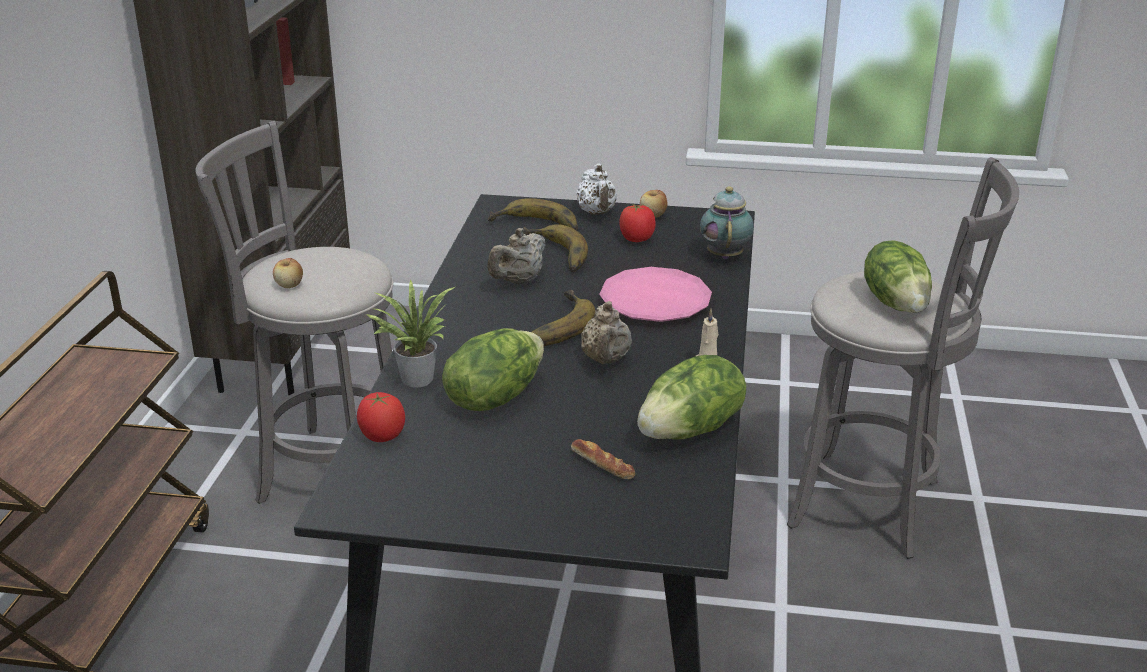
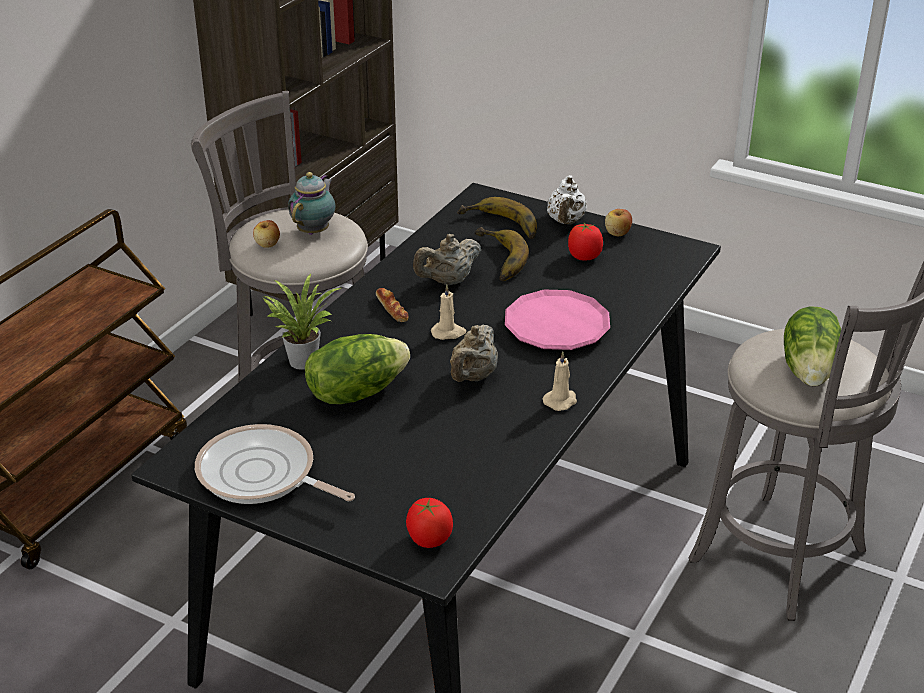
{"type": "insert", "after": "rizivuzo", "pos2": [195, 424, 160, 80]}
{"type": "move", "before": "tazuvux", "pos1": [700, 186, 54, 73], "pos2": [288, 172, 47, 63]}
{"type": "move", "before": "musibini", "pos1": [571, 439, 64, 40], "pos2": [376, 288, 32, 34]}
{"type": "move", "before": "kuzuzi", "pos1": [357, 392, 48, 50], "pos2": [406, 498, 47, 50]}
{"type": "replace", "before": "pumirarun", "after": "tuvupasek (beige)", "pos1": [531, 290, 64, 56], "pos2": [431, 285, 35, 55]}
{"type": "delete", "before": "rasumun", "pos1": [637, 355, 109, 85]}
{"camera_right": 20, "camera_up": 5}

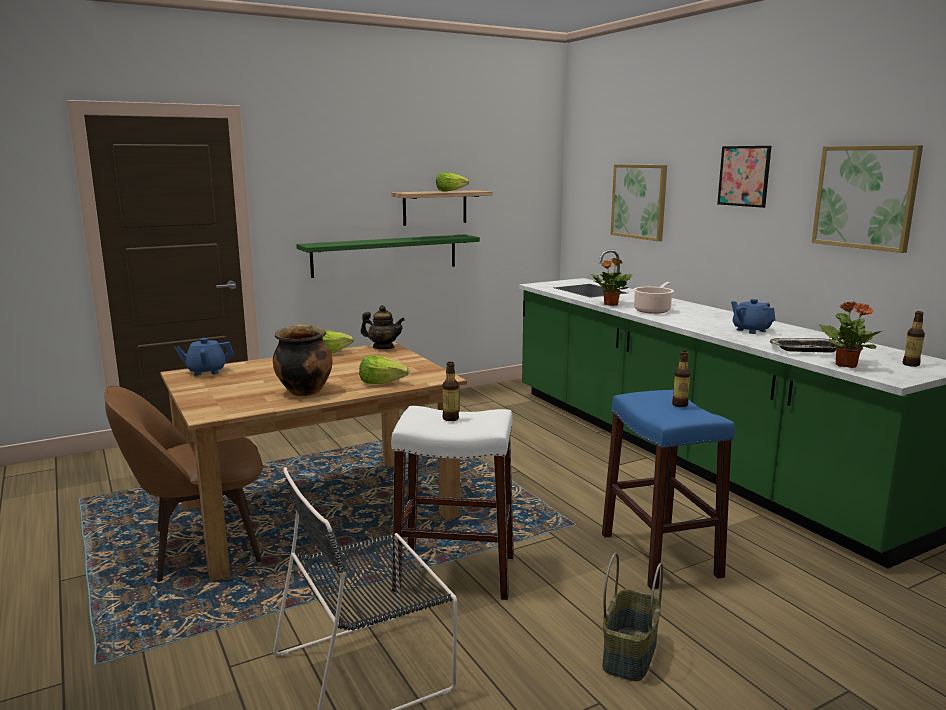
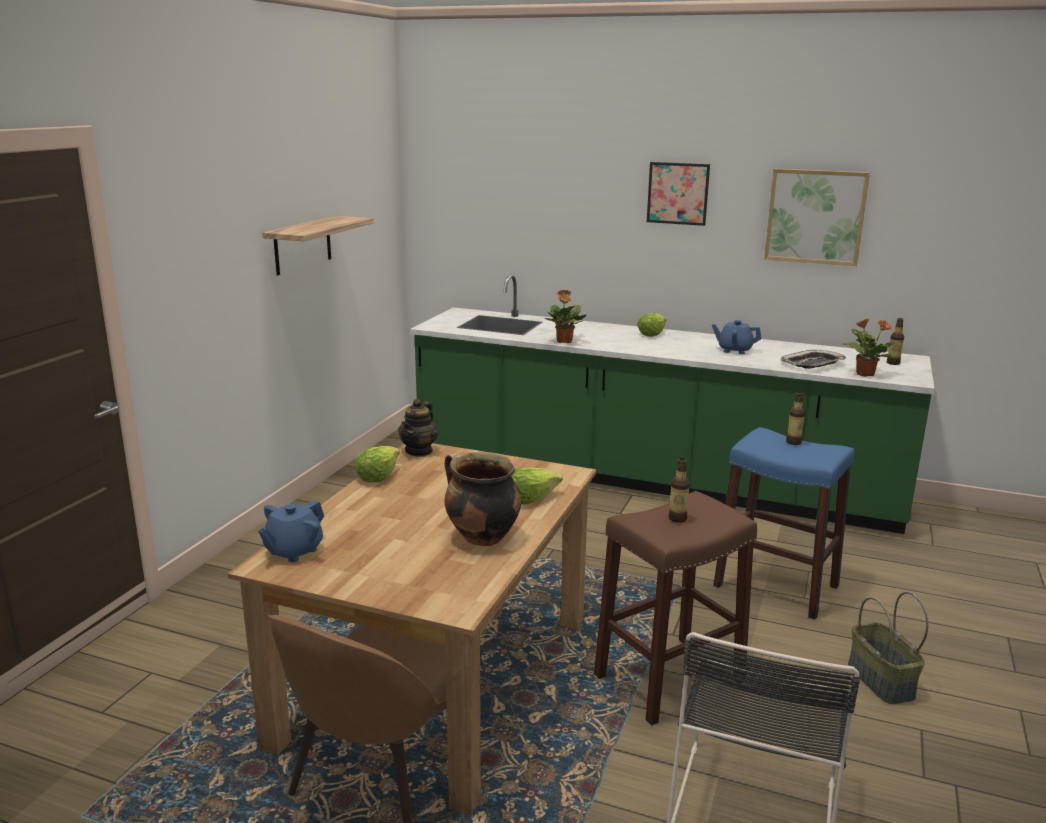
{"type": "rotate", "before": "tazuvux", "pos1": [361, 305, 44, 44], "pos2": [398, 398, 40, 58], "turn": 135}
{"type": "recolor", "before": "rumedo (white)", "after": "rumedo (brown)", "pos1": [391, 406, 123, 194], "pos2": [594, 491, 163, 234]}
{"type": "move", "before": "rasumun", "pos1": [436, 172, 33, 20], "pos2": [637, 313, 29, 24]}
{"type": "delete", "before": "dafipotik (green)", "pos1": [296, 234, 184, 44]}
{"type": "delete", "before": "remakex", "pos1": [611, 164, 56, 77]}
{"type": "delete", "before": "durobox", "pos1": [633, 282, 41, 32]}
{"camera_right": -40, "camera_up": 5}

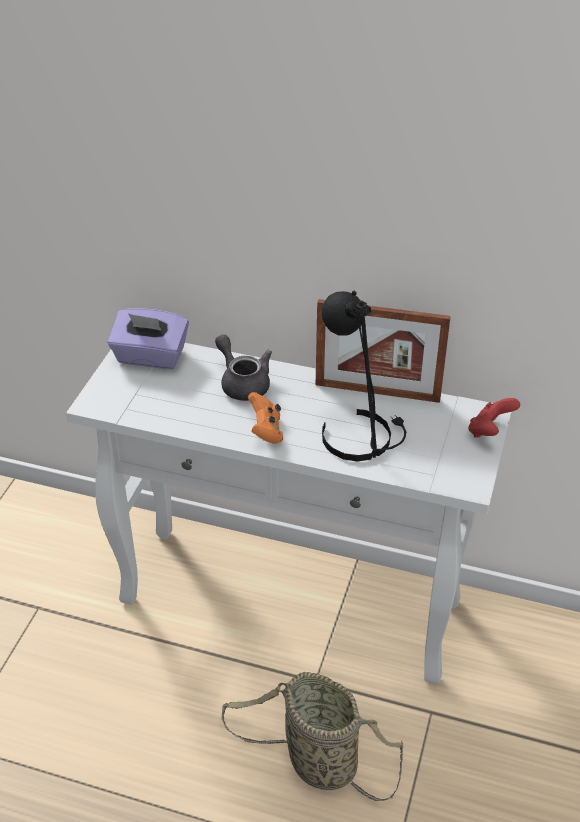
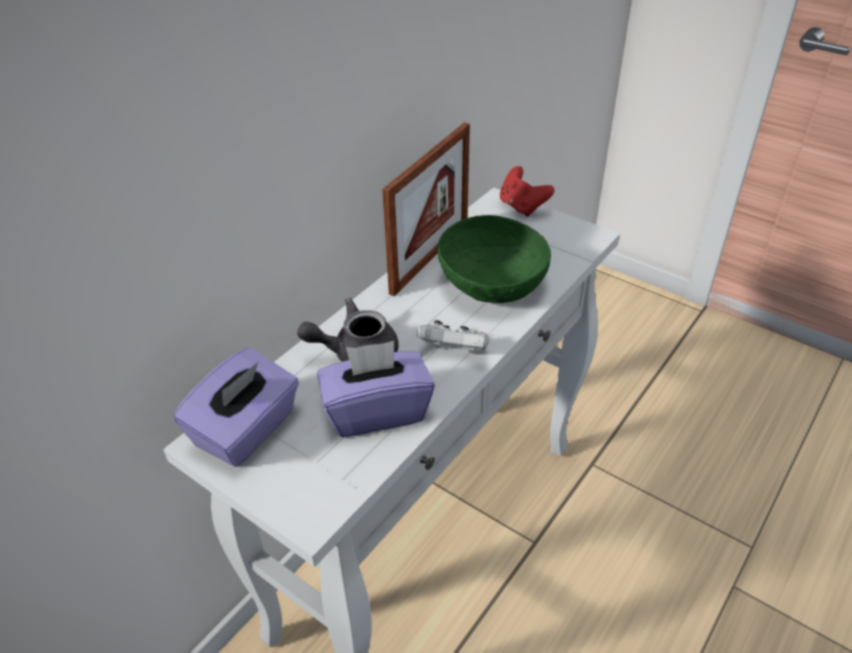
{"type": "insert", "after": "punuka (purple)", "pos2": [317, 341, 118, 96]}
{"type": "recolor", "before": "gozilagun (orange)", "after": "gozilagun (white)", "pos1": [248, 392, 35, 52], "pos2": [417, 320, 73, 34]}
{"type": "replace", "before": "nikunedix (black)", "after": "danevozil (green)", "pos1": [322, 291, 84, 170], "pos2": [437, 215, 114, 88]}
{"type": "delete", "before": "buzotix", "pos1": [222, 672, 181, 129]}
{"camera_right": -70, "camera_up": 0}

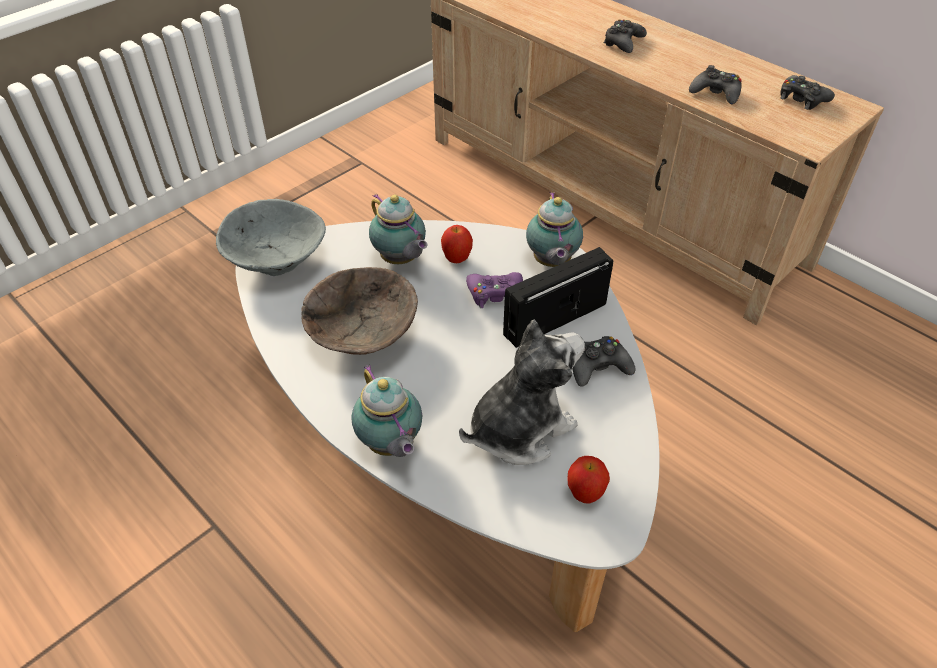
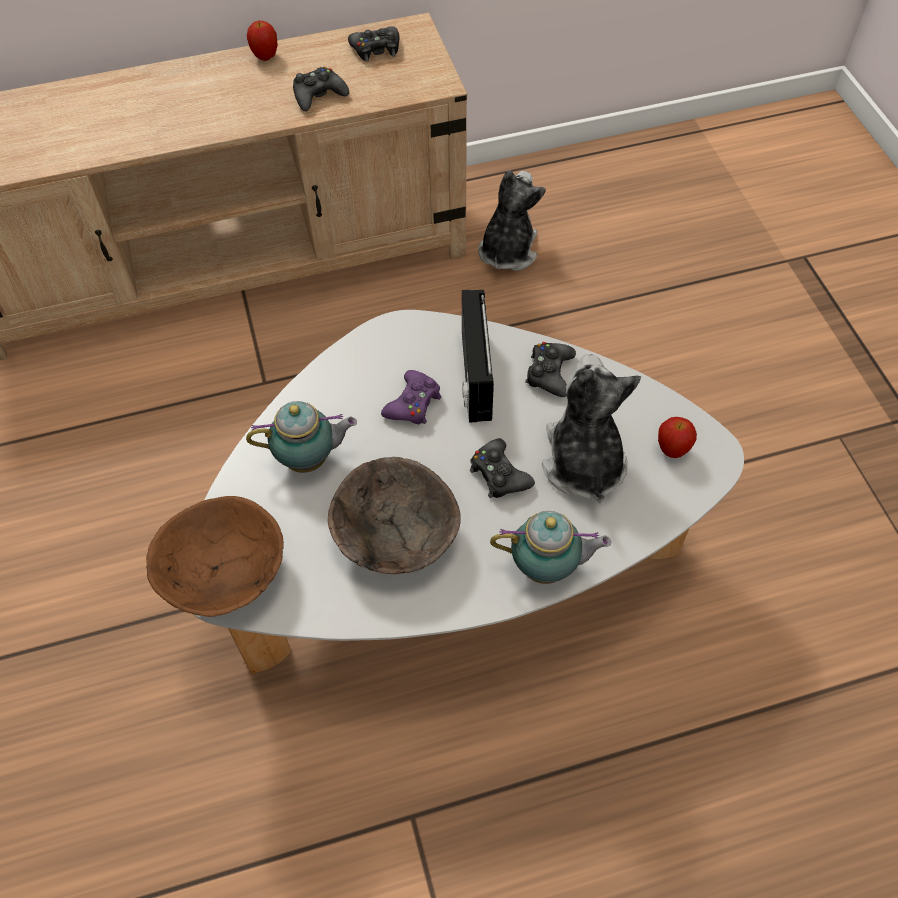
{"type": "recolor", "before": "danevozil (grey)", "after": "danevozil (brown)", "pos1": [216, 199, 110, 77], "pos2": [146, 496, 138, 121]}
{"type": "move", "before": "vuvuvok", "pos1": [441, 225, 32, 38], "pos2": [247, 21, 31, 40]}
{"type": "move", "before": "gozilagun (black)", "pos1": [604, 20, 43, 33], "pos2": [470, 438, 65, 60]}
{"type": "insert", "after": "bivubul", "pos2": [478, 170, 68, 101]}
{"type": "delete", "before": "tazuvux", "pos1": [526, 192, 57, 75]}
{"camera_right": -60, "camera_up": 10}

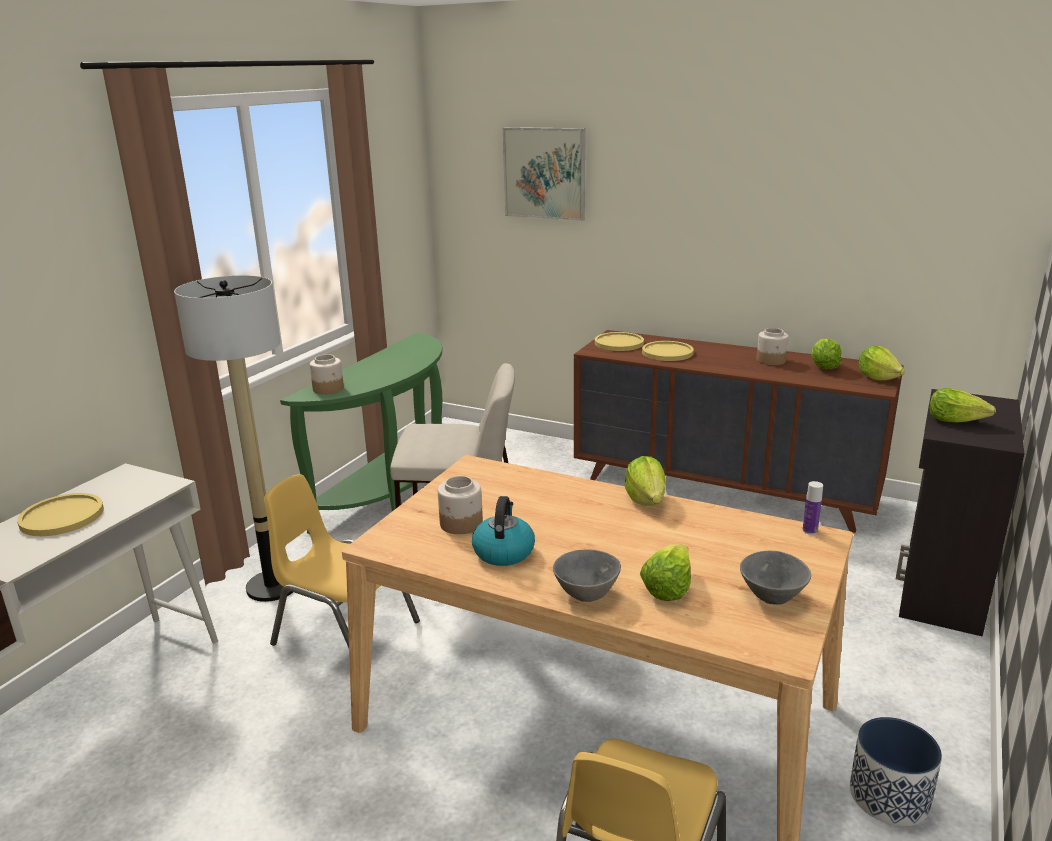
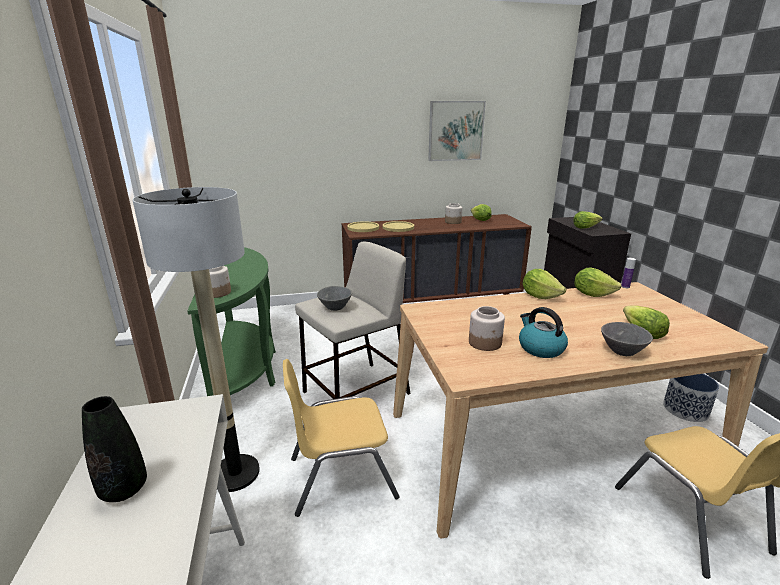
{"type": "replace", "before": "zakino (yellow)", "after": "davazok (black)", "pos1": [17, 493, 87, 43], "pos2": [82, 396, 65, 106]}
{"type": "move", "before": "danevozil (grey)", "pos1": [740, 551, 71, 54], "pos2": [317, 286, 35, 25]}
{"type": "move", "before": "remakex", "pos1": [503, 127, 82, 94], "pos2": [428, 101, 58, 60]}
{"type": "move", "before": "rasumun", "pos1": [858, 346, 47, 35], "pos2": [574, 268, 48, 29]}
{"camera_right": -40, "camera_up": 0}

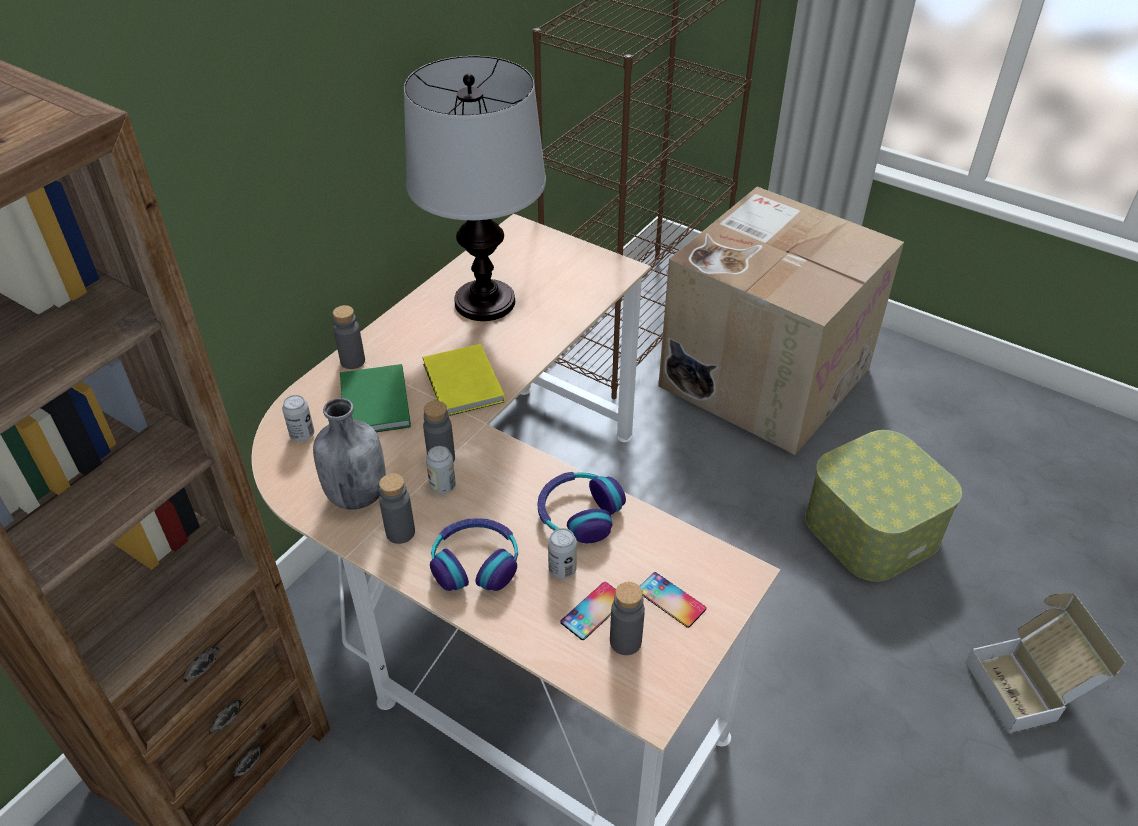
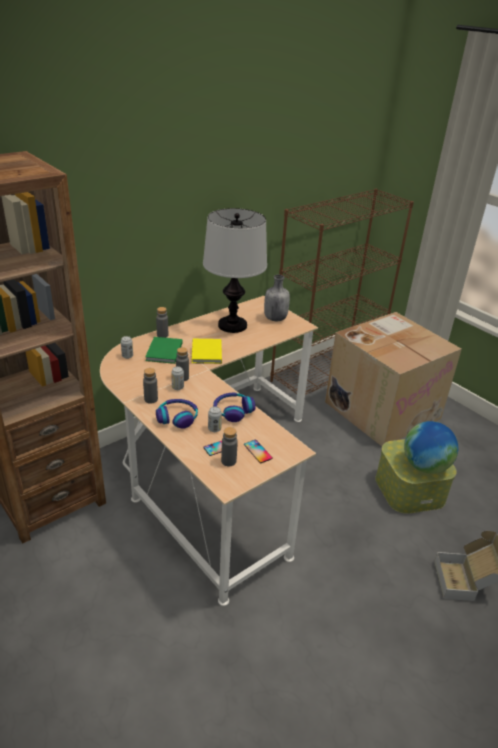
{"type": "move", "before": "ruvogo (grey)", "pos1": [313, 398, 73, 111], "pos2": [264, 275, 26, 46]}
{"type": "insert", "after": "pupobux", "pos2": [404, 421, 54, 53]}
{"camera_right": 15, "camera_up": -10}

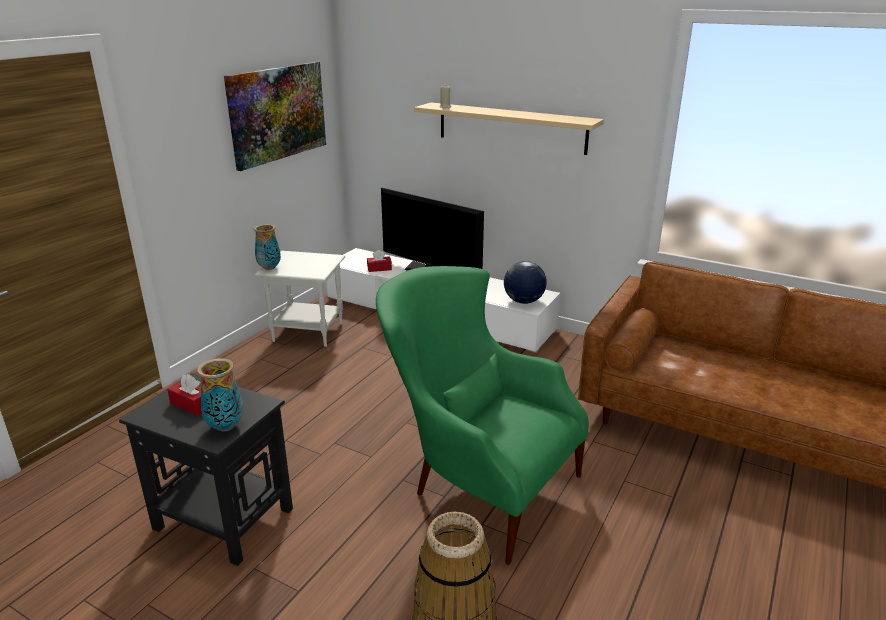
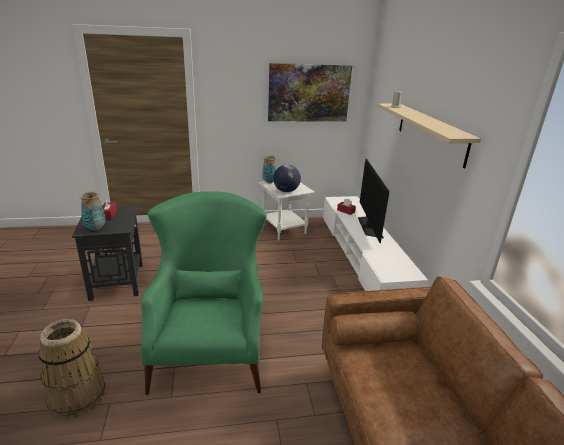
{"type": "move", "before": "pupobux", "pos1": [504, 261, 43, 43], "pos2": [273, 165, 28, 27]}
{"camera_right": 50, "camera_up": 0}

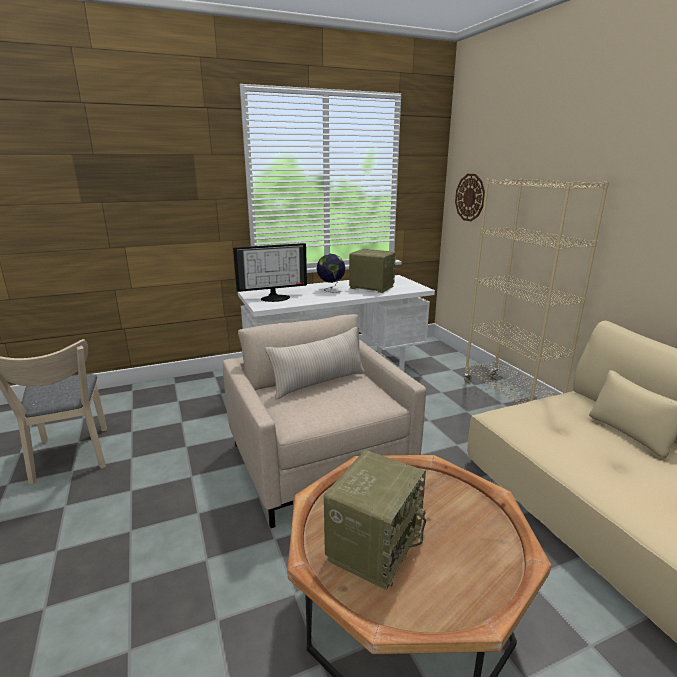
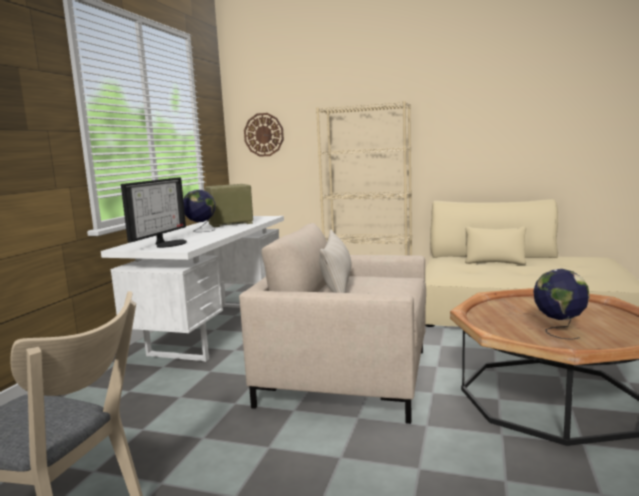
{"type": "replace", "before": "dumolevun", "after": "pupobux", "pos1": [324, 450, 102, 140], "pos2": [533, 269, 57, 71]}
{"camera_right": -50, "camera_up": -10}

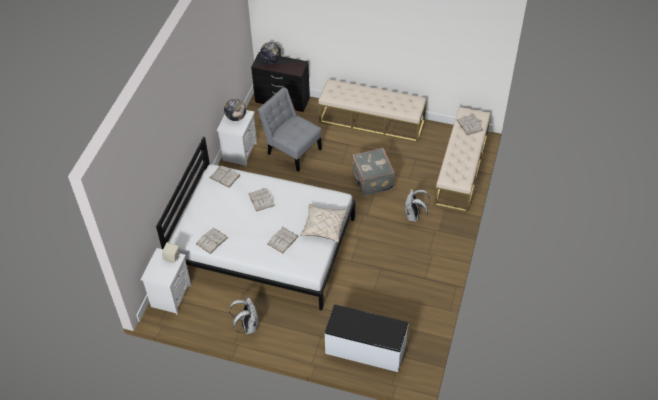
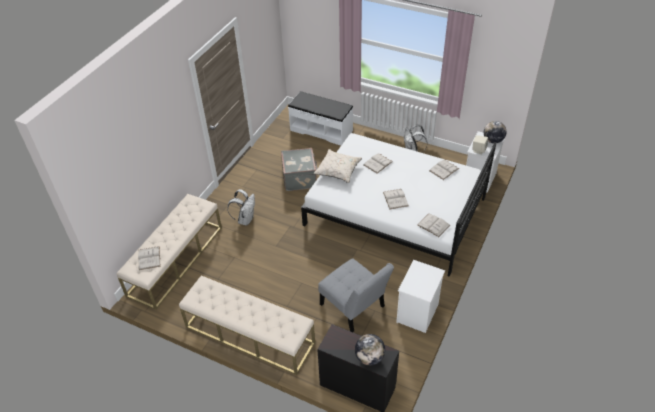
{"type": "move", "before": "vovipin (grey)", "pos1": [352, 148, 43, 48], "pos2": [281, 148, 36, 43]}
{"type": "move", "before": "pupobux", "pos1": [224, 99, 22, 22], "pos2": [484, 121, 23, 22]}
{"camera_right": -170, "camera_up": -5}

